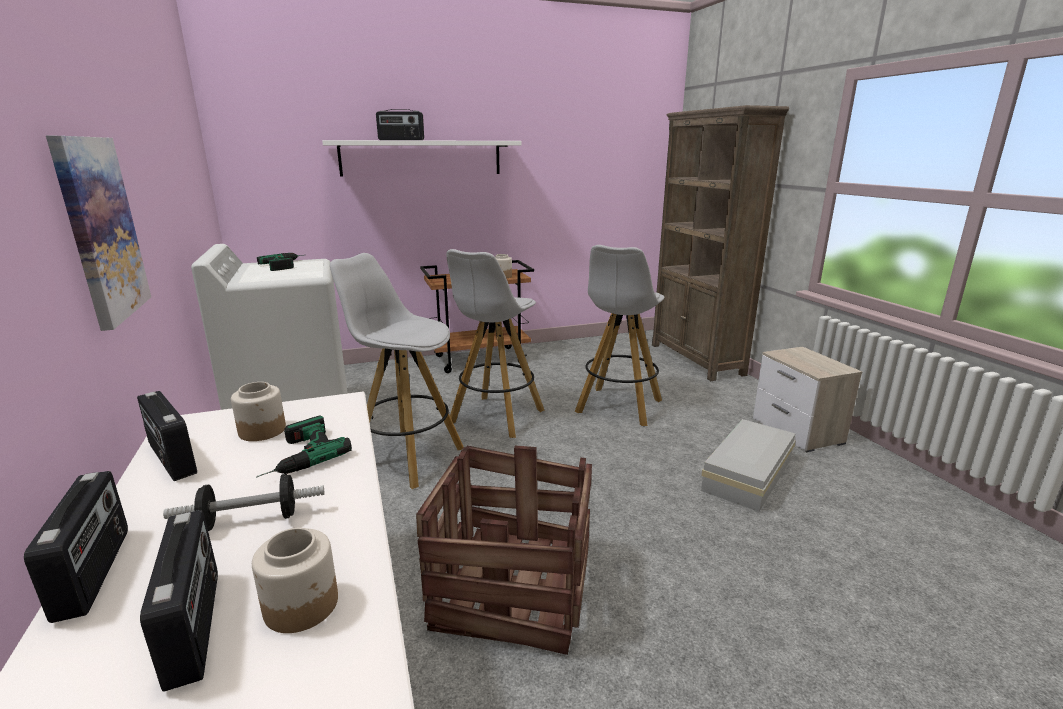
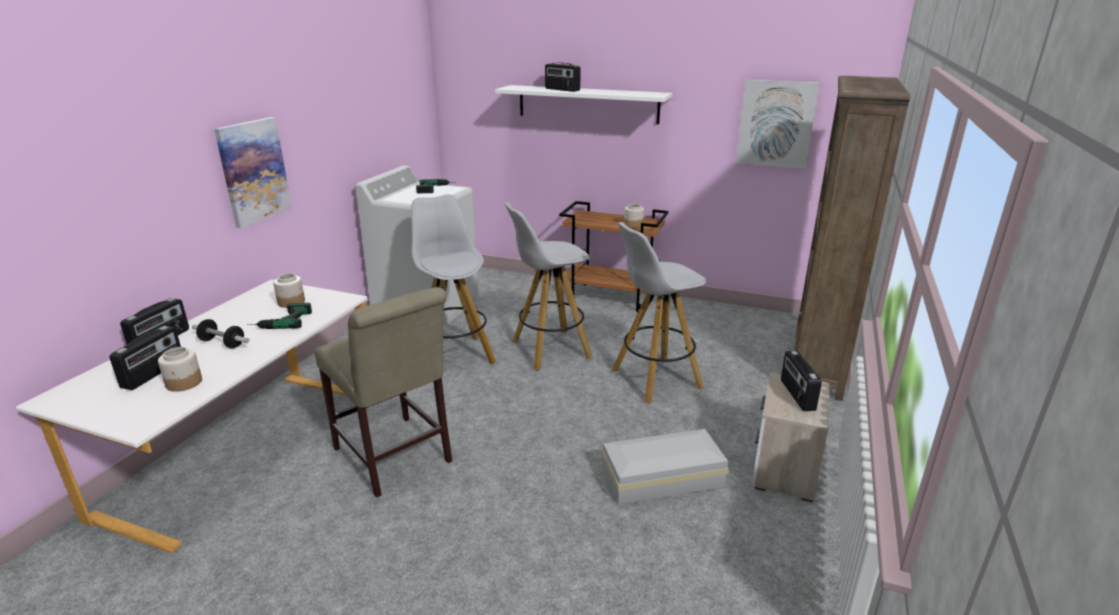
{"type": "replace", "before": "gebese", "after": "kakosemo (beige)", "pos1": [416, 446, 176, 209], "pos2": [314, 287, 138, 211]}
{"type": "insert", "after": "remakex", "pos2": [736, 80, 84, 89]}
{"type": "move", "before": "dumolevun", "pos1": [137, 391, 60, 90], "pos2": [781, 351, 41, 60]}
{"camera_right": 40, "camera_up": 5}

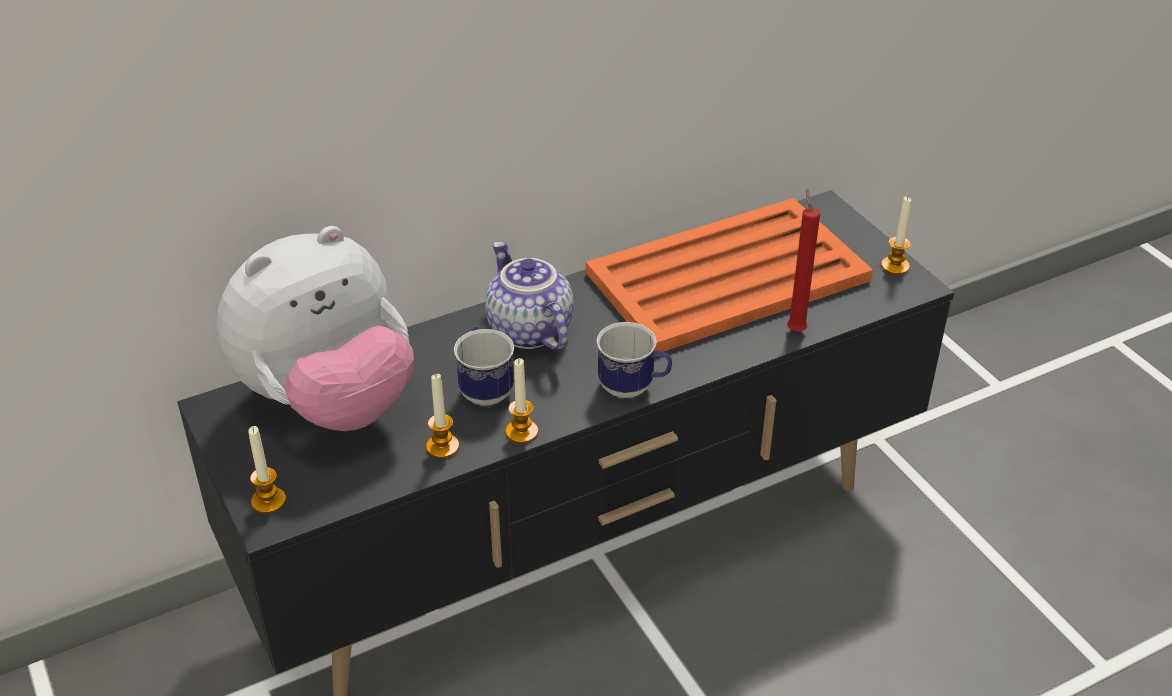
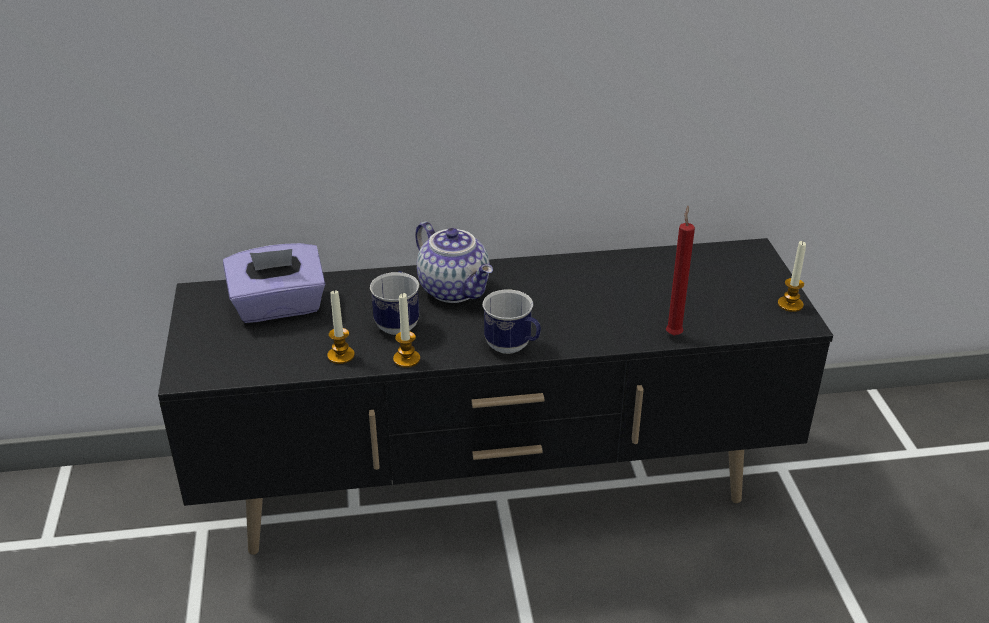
{"type": "replace", "before": "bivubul", "after": "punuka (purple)", "pos1": [216, 226, 198, 205], "pos2": [223, 243, 102, 80]}
{"type": "rotate", "before": "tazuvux", "pos1": [485, 241, 89, 109], "pos2": [415, 222, 78, 81], "turn": 150}
{"type": "delete", "before": "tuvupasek", "pos1": [248, 426, 38, 88]}
{"type": "delete", "before": "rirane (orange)", "pos1": [586, 198, 287, 154]}
{"camera_right": 20, "camera_up": -5}

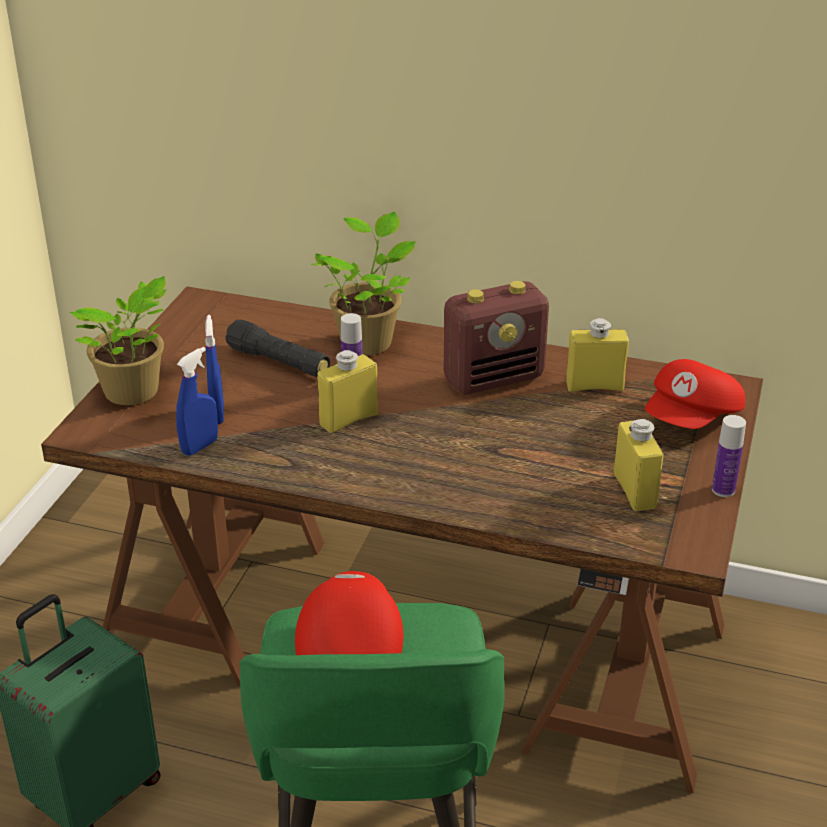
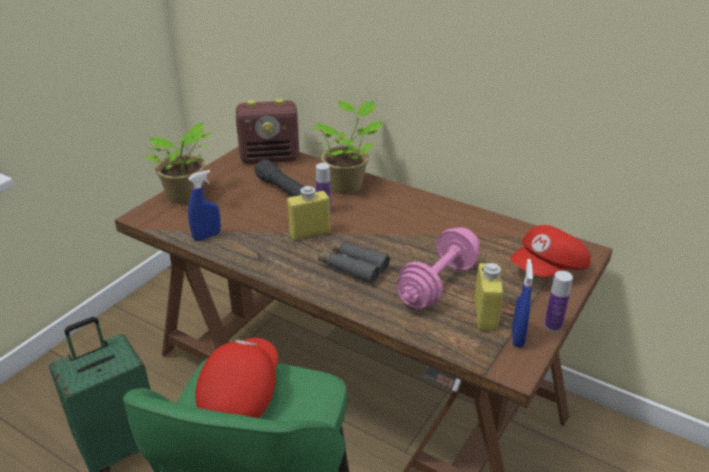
{"type": "move", "before": "dumolevun", "pos1": [443, 281, 106, 113], "pos2": [236, 98, 63, 66]}
{"type": "insert", "after": "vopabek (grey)", "pos2": [318, 241, 72, 43]}
{"type": "insert", "after": "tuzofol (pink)", "pos2": [396, 227, 84, 81]}
{"type": "move", "before": "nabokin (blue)", "pos1": [205, 315, 19, 109], "pos2": [512, 259, 21, 89]}
{"type": "delete", "before": "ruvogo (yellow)", "pos1": [566, 318, 63, 74]}
{"camera_right": 15, "camera_up": 0}

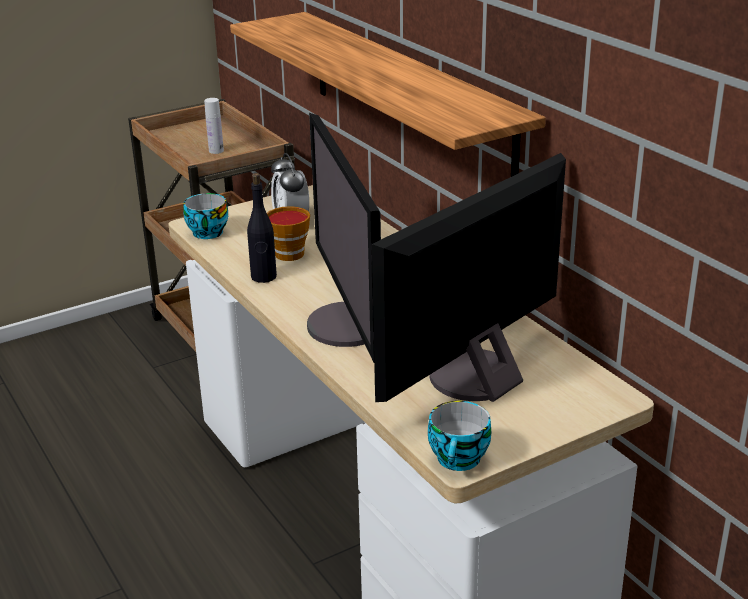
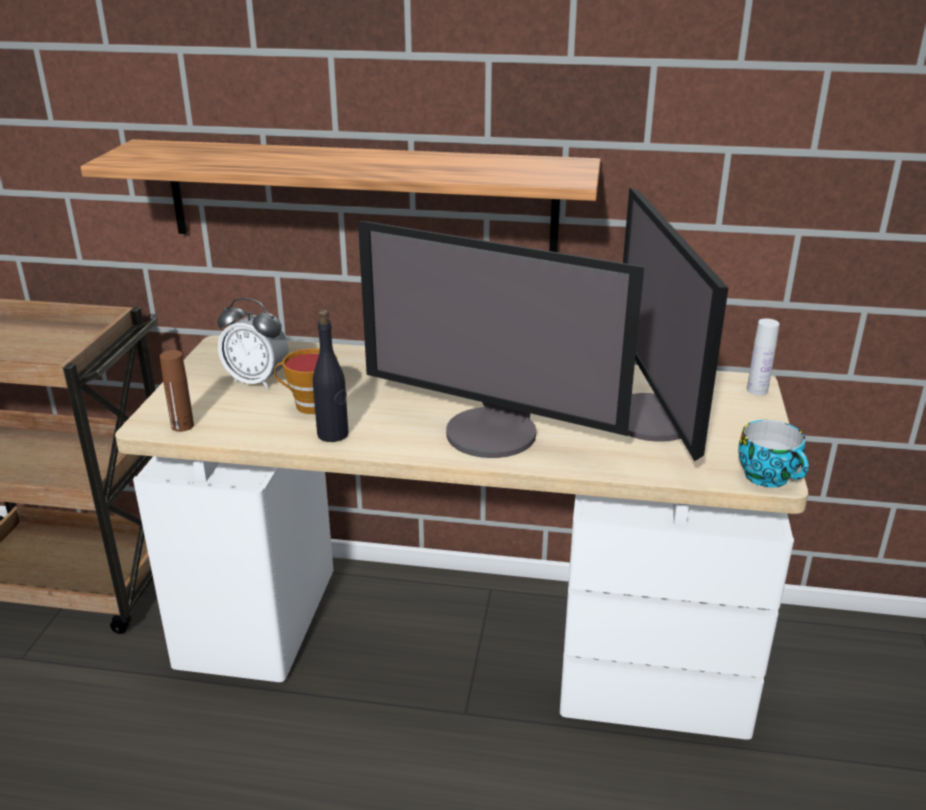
{"type": "replace", "before": "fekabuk", "after": "ruvogo (brown)", "pos1": [184, 193, 44, 46], "pos2": [160, 350, 34, 82]}
{"type": "move", "before": "ruvogo (white)", "pos1": [204, 98, 20, 56], "pos2": [747, 318, 32, 77]}
{"camera_right": -50, "camera_up": 0}

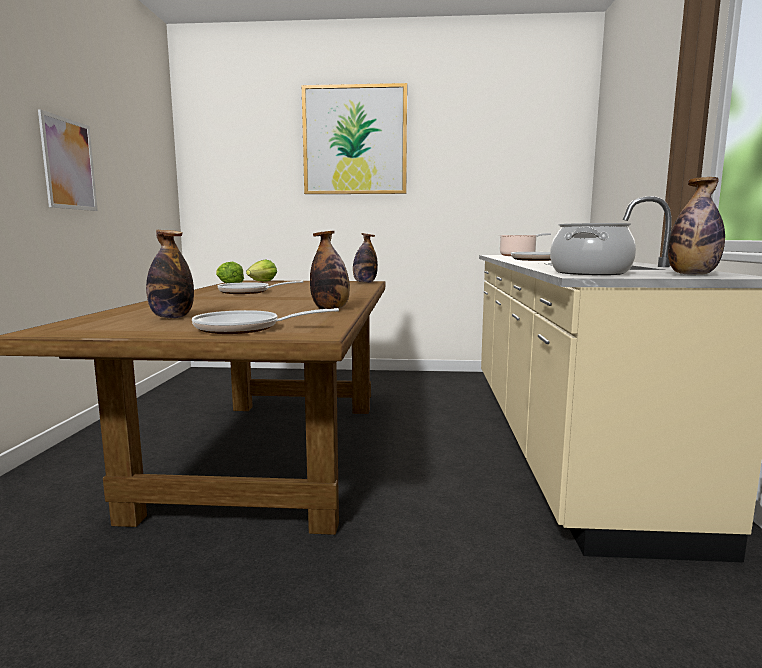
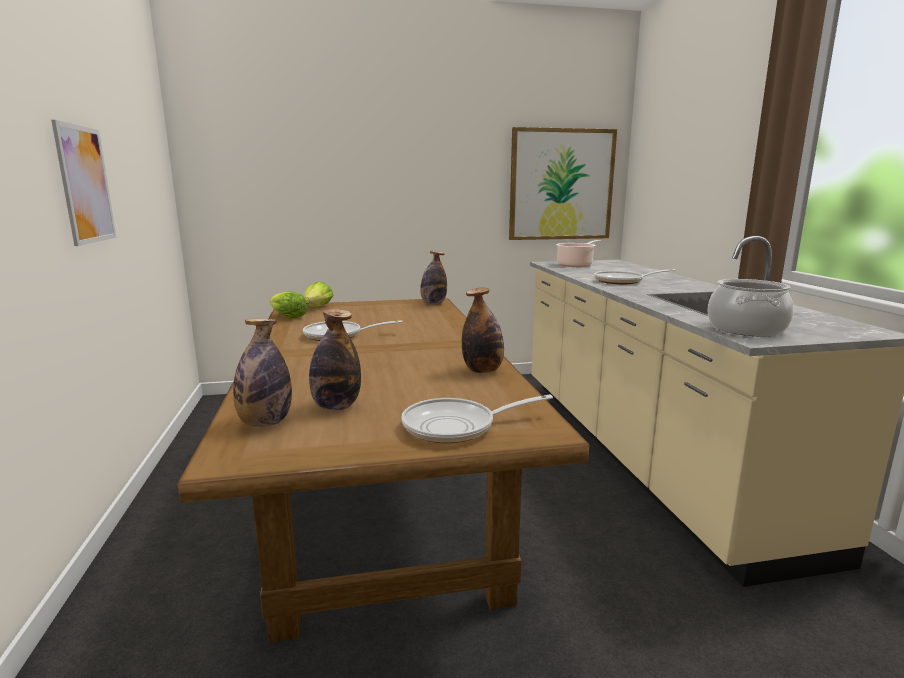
{"type": "move", "before": "ruvogo", "pos1": [668, 177, 57, 98], "pos2": [233, 319, 59, 108]}
{"type": "move", "before": "remakex", "pos1": [302, 83, 105, 111], "pos2": [509, 127, 108, 113]}
{"camera_right": -15, "camera_up": 5}

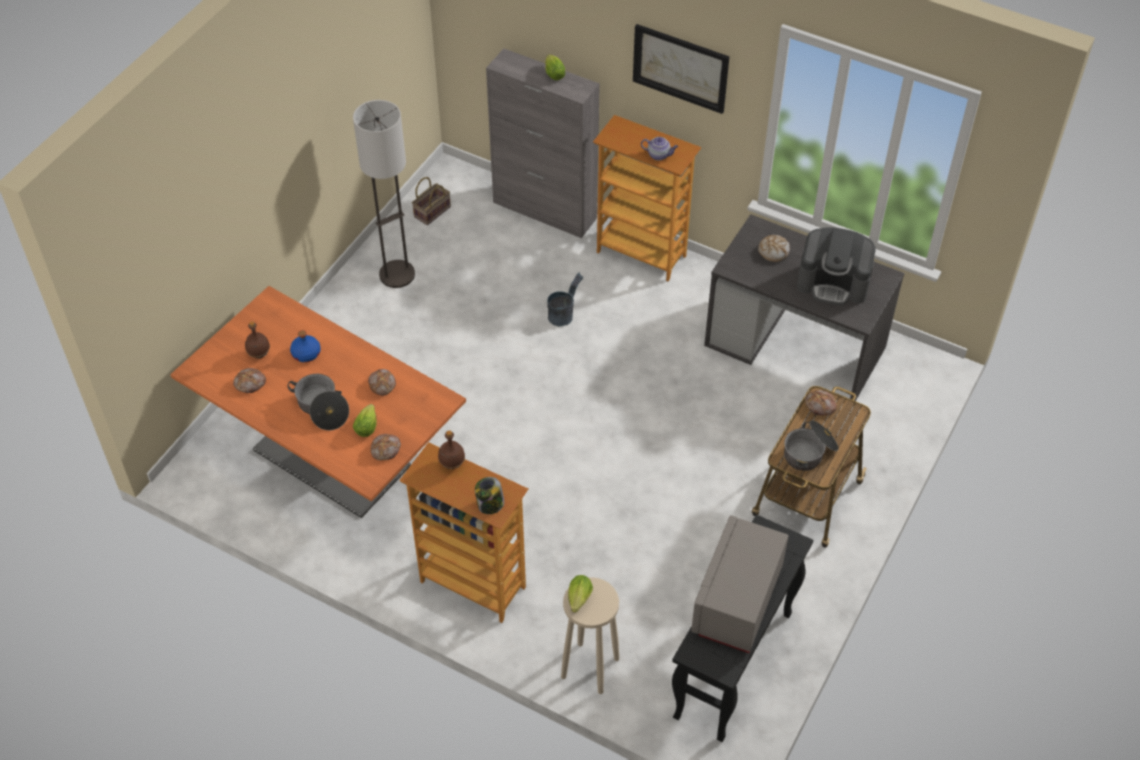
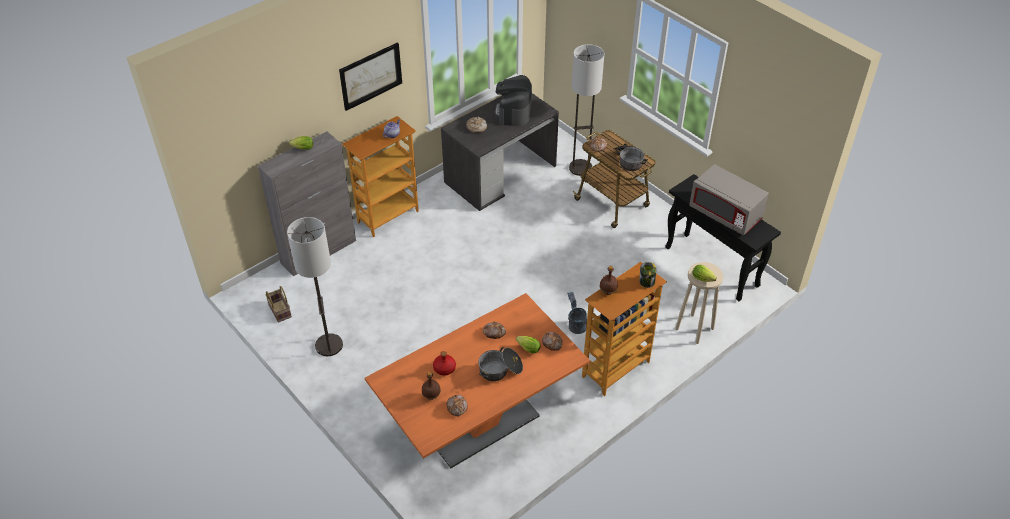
{"type": "recolor", "before": "ruvogo (blue)", "after": "ruvogo (red)", "pos1": [290, 330, 31, 32], "pos2": [433, 351, 23, 25]}
{"type": "rotate", "before": "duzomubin", "pos1": [797, 227, 79, 78], "pos2": [495, 75, 37, 51], "turn": 150}
{"type": "move", "before": "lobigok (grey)", "pos1": [547, 273, 36, 53], "pos2": [567, 292, 20, 42]}
{"type": "insert", "after": "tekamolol", "pos2": [569, 44, 35, 132]}
{"camera_right": -70, "camera_up": -5}

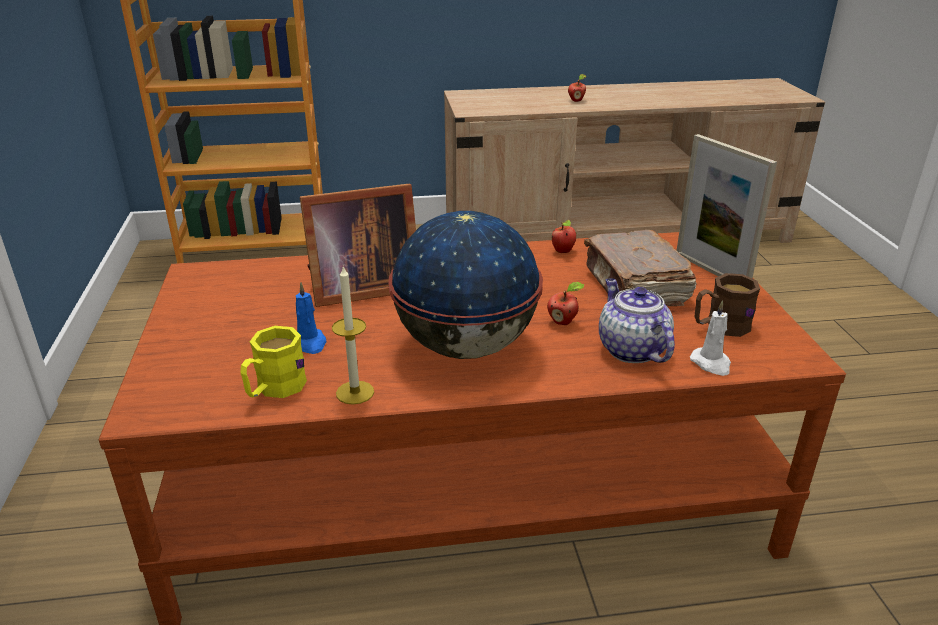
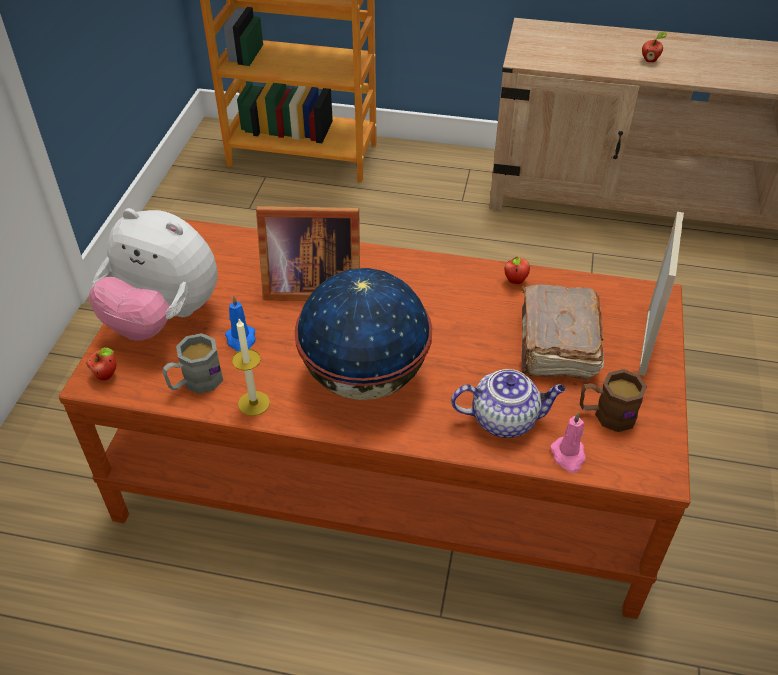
{"type": "move", "before": "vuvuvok", "pos1": [547, 282, 38, 43], "pos2": [86, 347, 30, 34]}
{"type": "insert", "after": "bivubul", "pos2": [89, 208, 129, 132]}
{"type": "recolor", "before": "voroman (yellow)", "after": "voroman (grey)", "pos1": [240, 326, 67, 72], "pos2": [162, 333, 61, 61]}
{"type": "rotate", "before": "tazuvux", "pos1": [599, 278, 76, 85], "pos2": [451, 369, 115, 69], "turn": 90}
{"type": "recolor", "before": "tuvupasek (white)", "after": "tuvupasek (pink)", "pos1": [690, 300, 41, 76], "pos2": [550, 412, 36, 61]}
{"type": "rotate", "before": "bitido", "pos1": [676, 134, 101, 144], "pos2": [638, 212, 46, 164], "turn": -150}
{"camera_right": 20, "camera_up": 15}

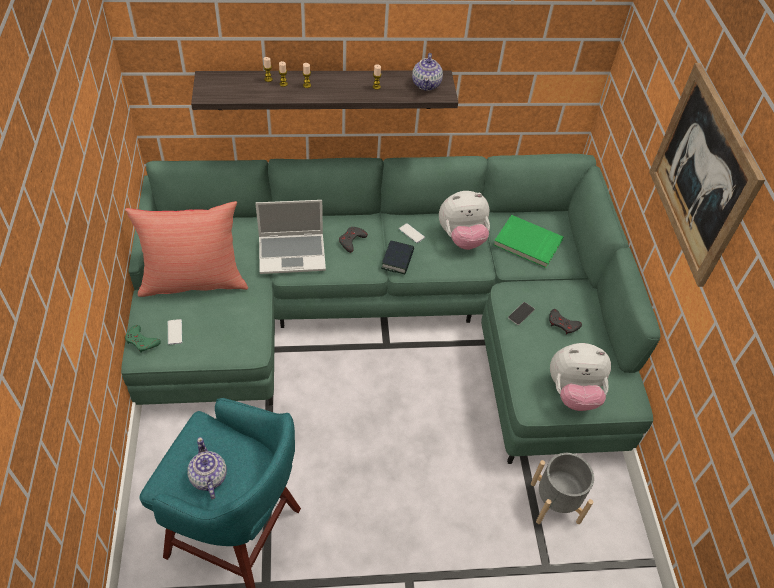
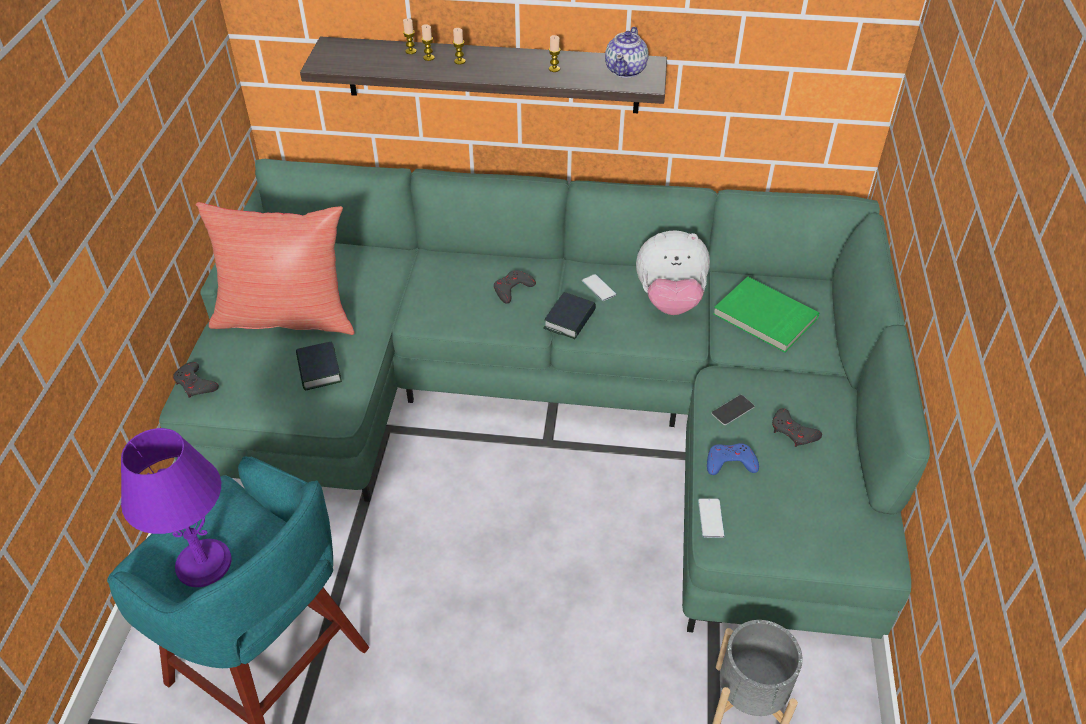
{"type": "replace", "before": "tazuvux", "after": "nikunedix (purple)", "pos1": [187, 437, 40, 62], "pos2": [121, 428, 111, 159]}
{"type": "recolor", "before": "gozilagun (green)", "after": "gozilagun (grey)", "pos1": [125, 325, 36, 28], "pos2": [173, 362, 46, 36]}
{"type": "insert", "after": "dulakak", "pos2": [296, 341, 46, 50]}
{"type": "move", "before": "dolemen", "pos1": [168, 319, 14, 26], "pos2": [698, 498, 27, 40]}
{"type": "insert", "after": "gozilagun (blue)", "pos2": [707, 443, 52, 32]}
{"type": "delete", "before": "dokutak", "pos1": [255, 200, 71, 74]}
{"type": "delete", "before": "bivubul", "pos1": [550, 343, 61, 68]}
{"type": "delete", "before": "remakex", "pos1": [649, 63, 116, 224]}
{"camera_right": 15, "camera_up": -5}

